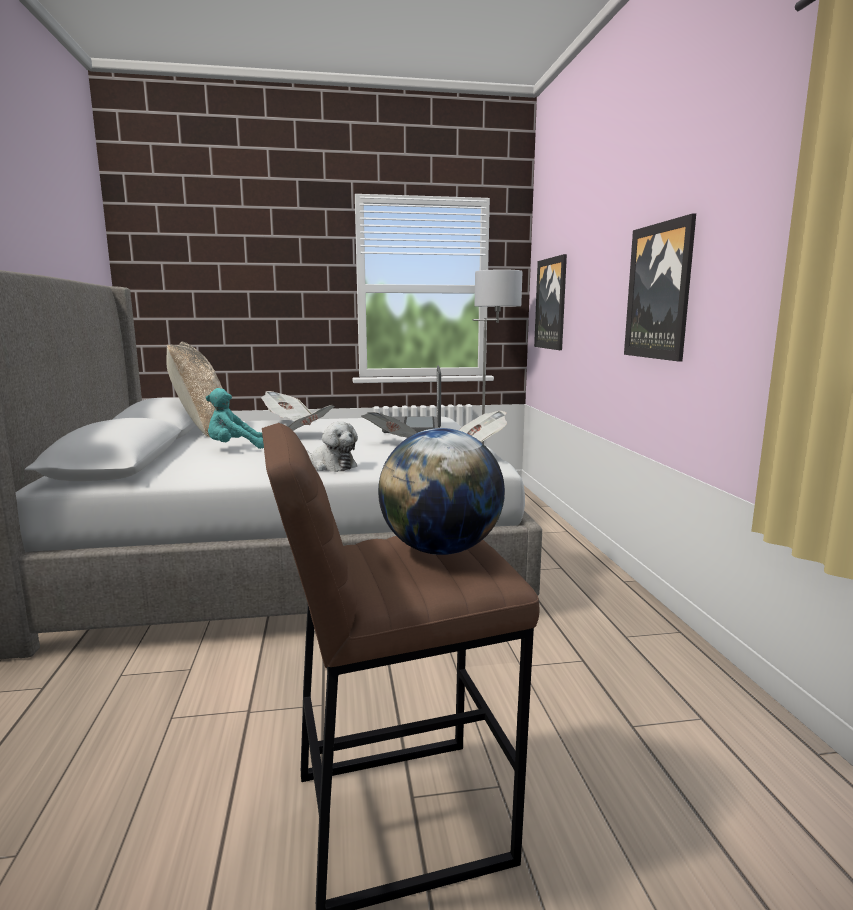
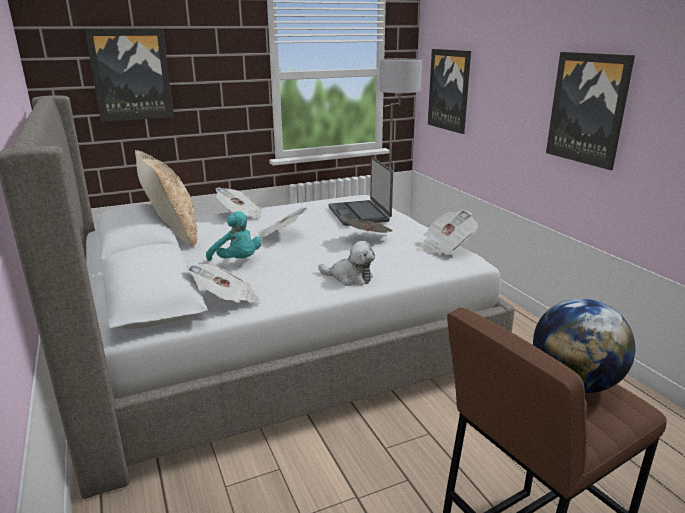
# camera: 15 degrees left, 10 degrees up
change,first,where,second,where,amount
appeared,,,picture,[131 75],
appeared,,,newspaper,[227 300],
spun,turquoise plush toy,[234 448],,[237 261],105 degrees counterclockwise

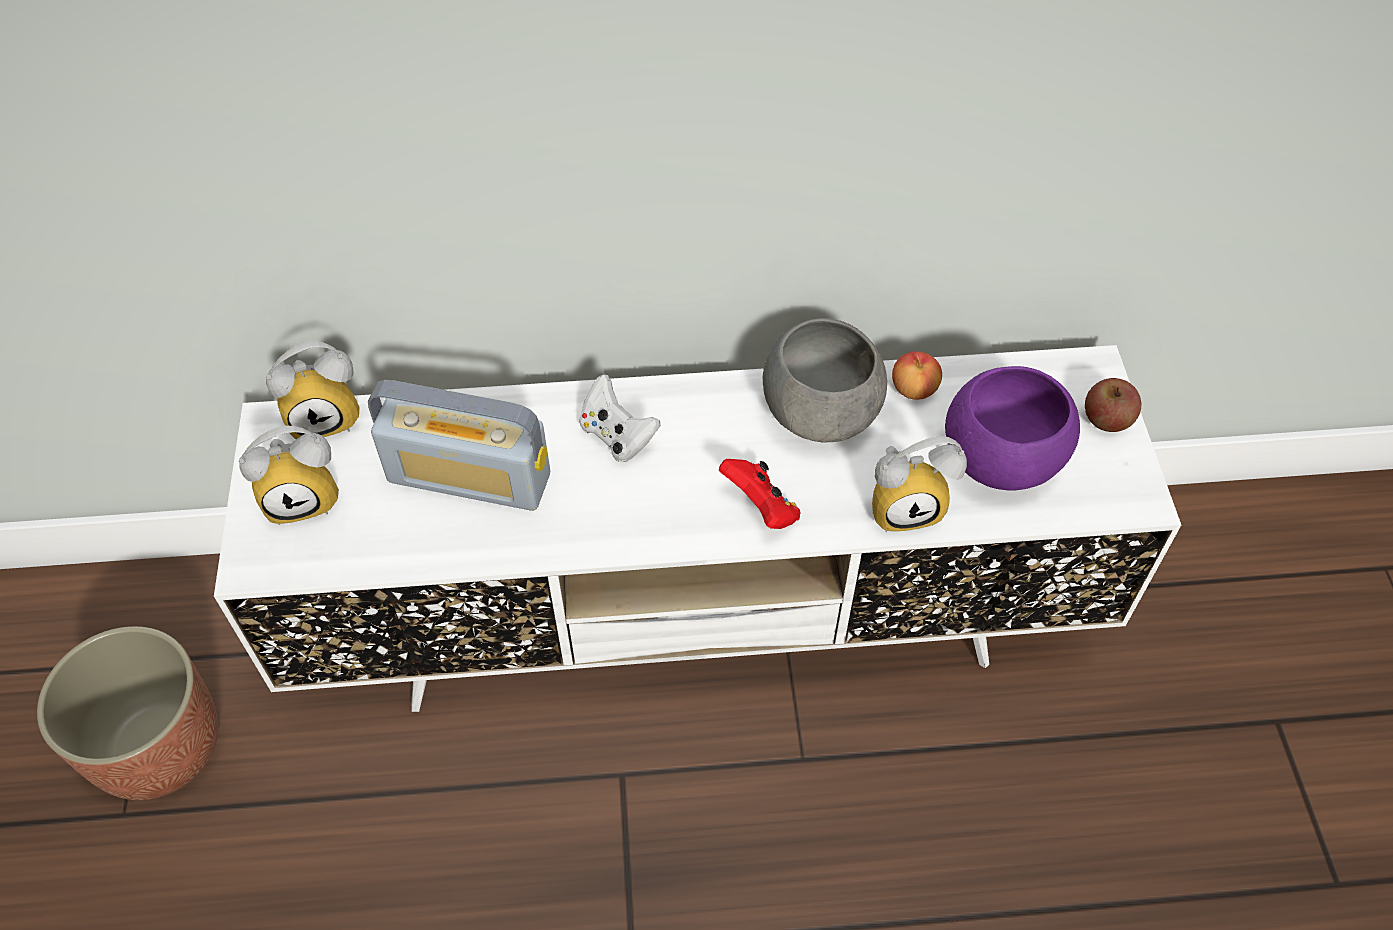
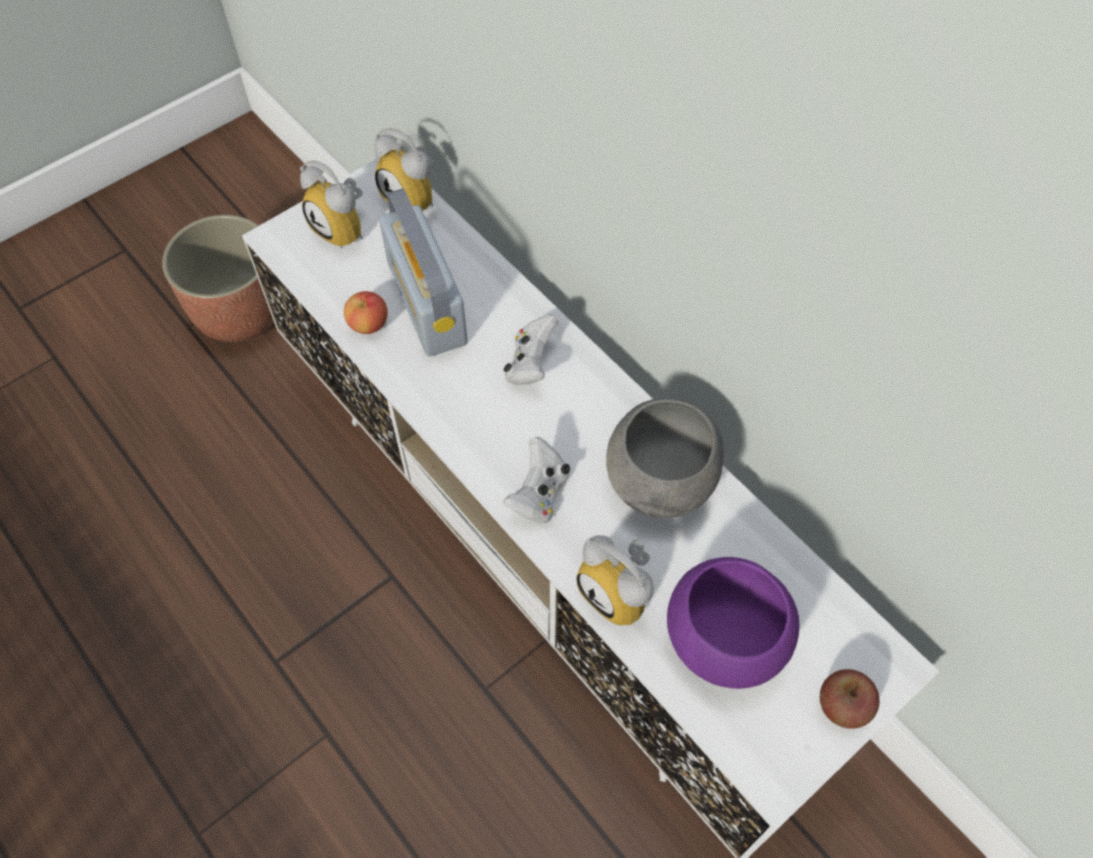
# camera: 55 degrees right, 5 degrees up
change,first,where,second,where,amount
relocated,apple,[913 389],,[368 324],
colour,red game controller,[761 508],white game controller,[539 494],

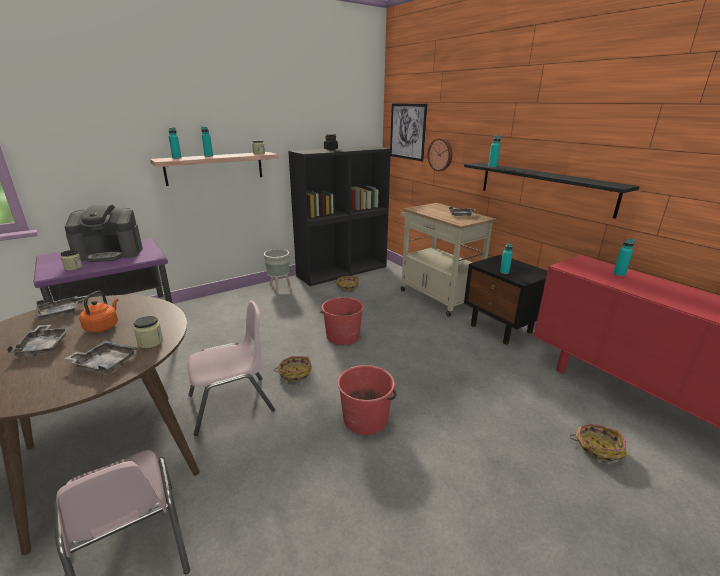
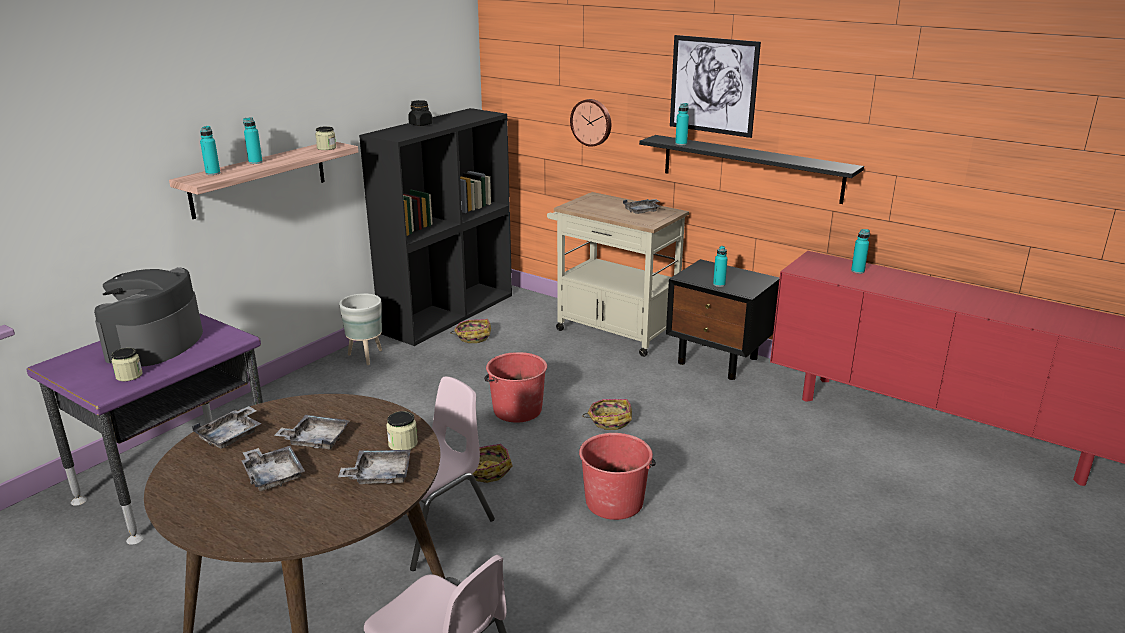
# camera: 20 degrees left, 0 degrees up
change,first,where,second,where,amount
spun,coffee machine,[110 253],,[155 344],135 degrees clockwise
exchanged,orange kettle,[103 326],grey tray,[316 440],
relocated,basket,[597 448],,[609 420],
relocated,picture,[407 131],,[713 85],

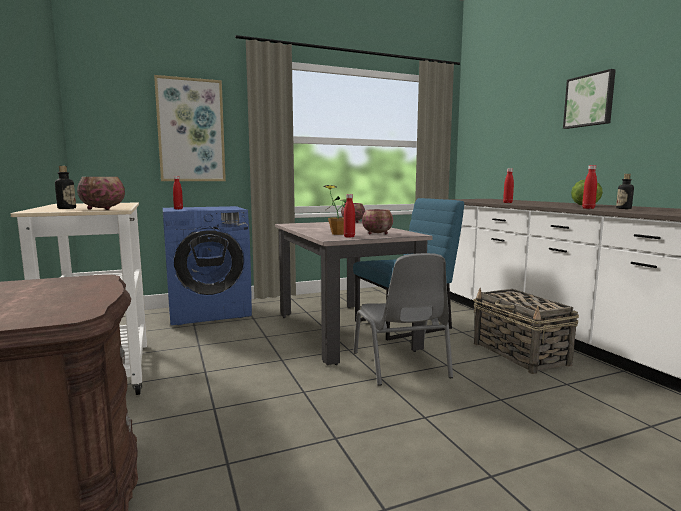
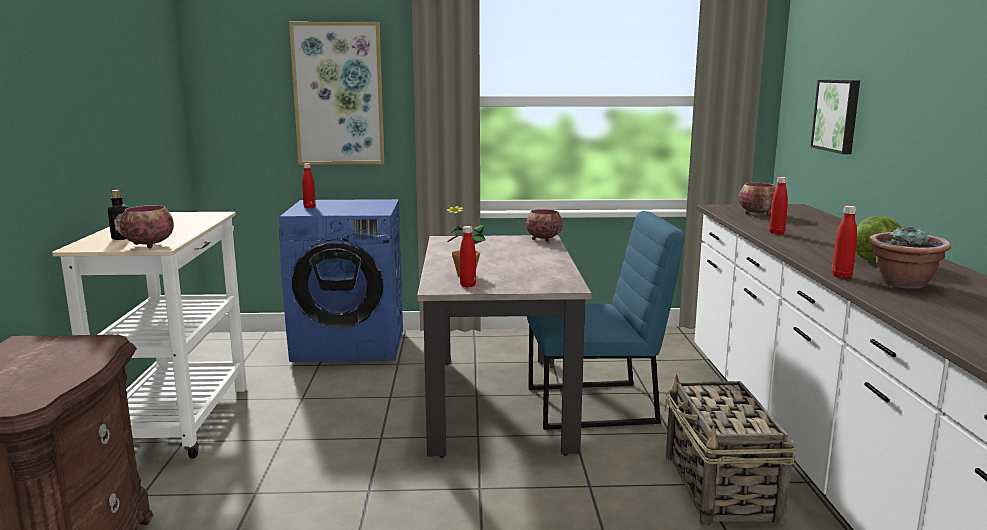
# camera: 20 degrees right, 5 degrees up
change,first,where,second,where,amount
relocated,bowl,[378 234],,[758 214],
relocated,picture,[589 100],,[838 115],
exchanged,bottle,[623 208],potted plant,[903 283],
missing,grey chair,[401 365],,,

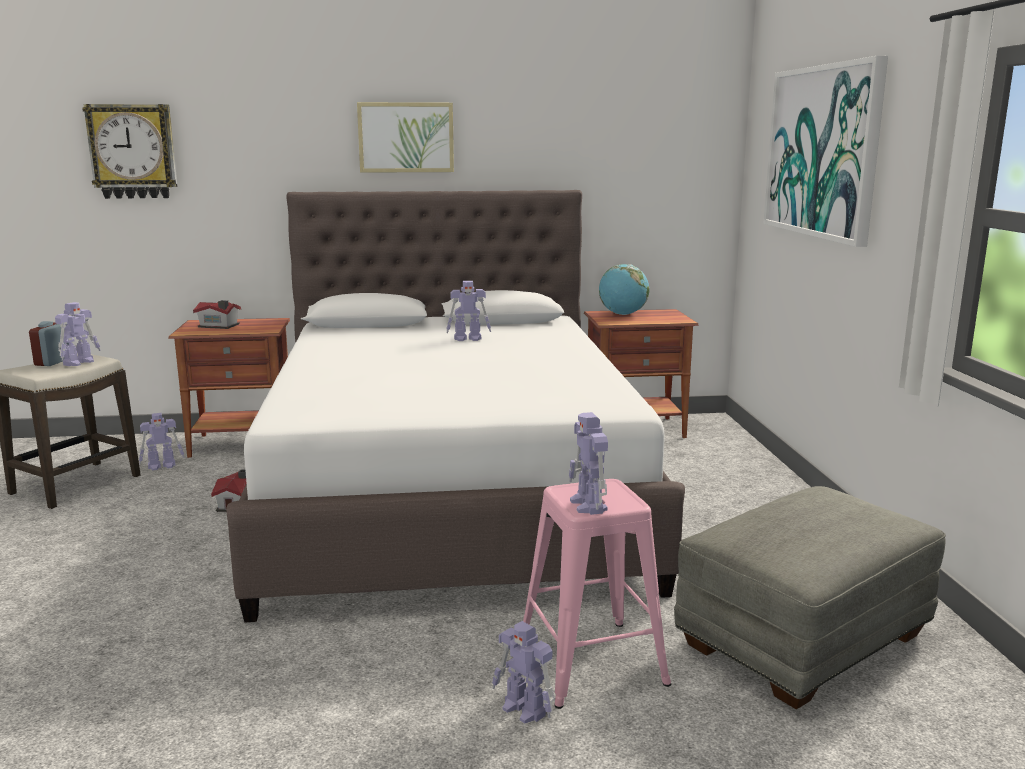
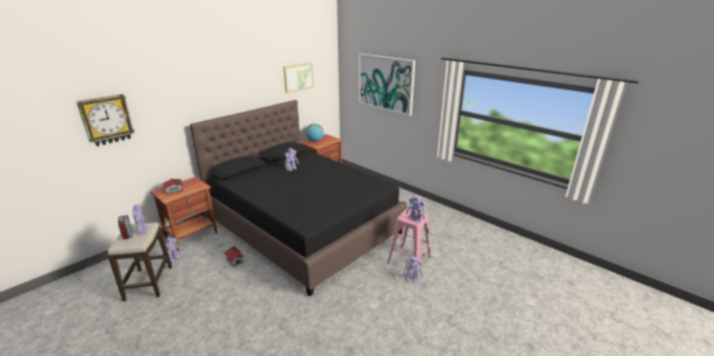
# camera: 40 degrees left, 10 degrees up
change,first,where,second,where,amount
colour,white bed,[451 495],black bed,[304 226],
relocated,picture,[406 137],,[298 77],
missing,grey ottoman,[801 639],,,

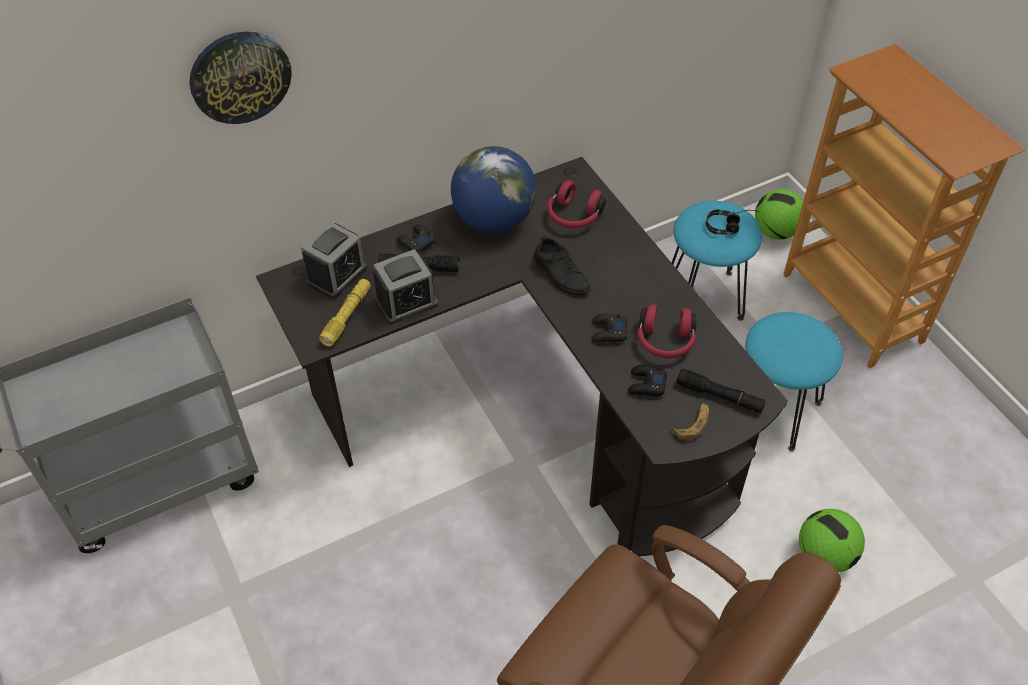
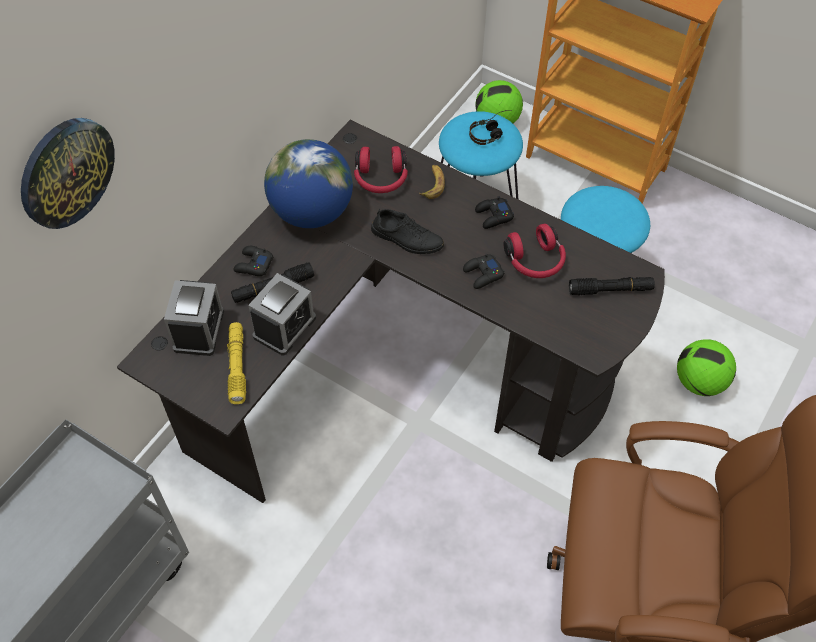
# camera: 30 degrees left, 5 degrees up
change,first,where,second,where,amount
relocated,banana,[692 423],,[433 184],
relocated,black game controller,[646 385],,[493 216],

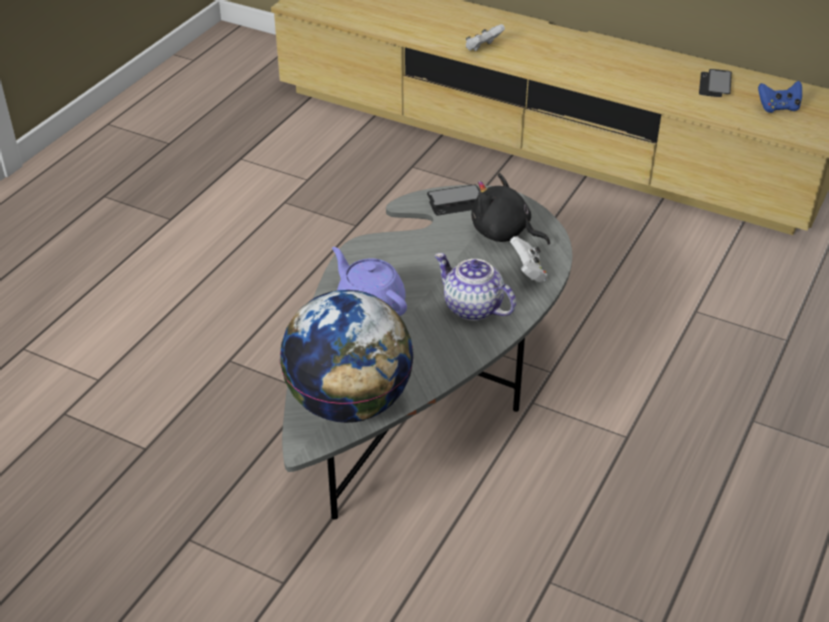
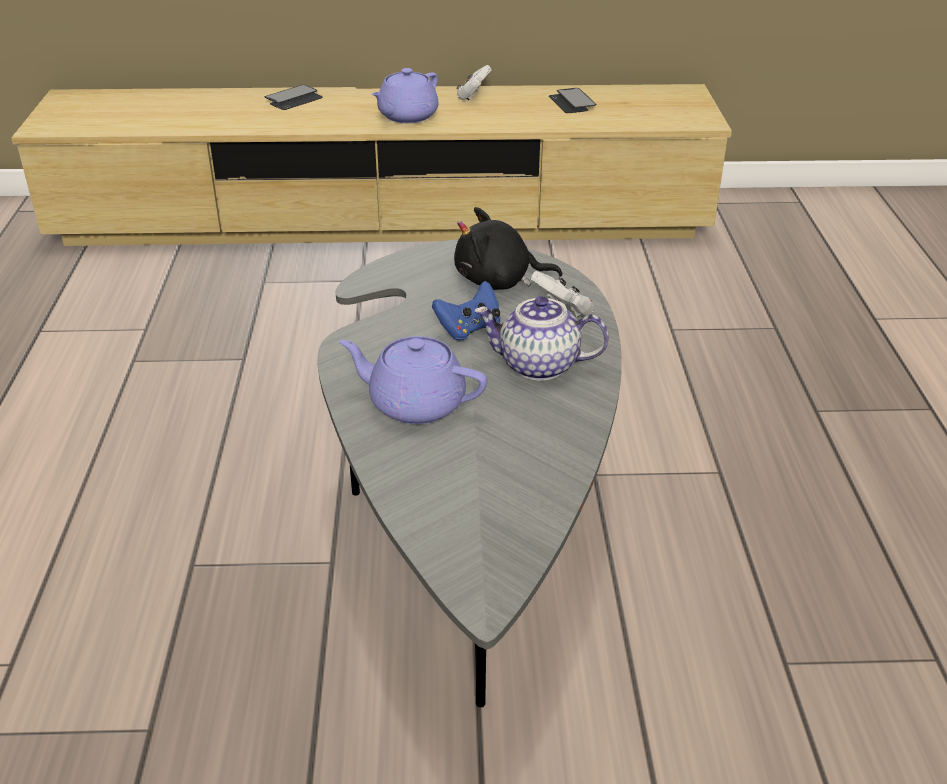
# camera: 30 degrees left, 5 degrees down
change,first,where,second,where,amount
relocated,phone,[456 202],,[294 99],
appeared,,,purple teapot,[406 116],
relocated,blue game controller,[778 108],,[469 329],
relocated,white game controller,[483 48],,[473 96],
missing,globe,[349 403],,,

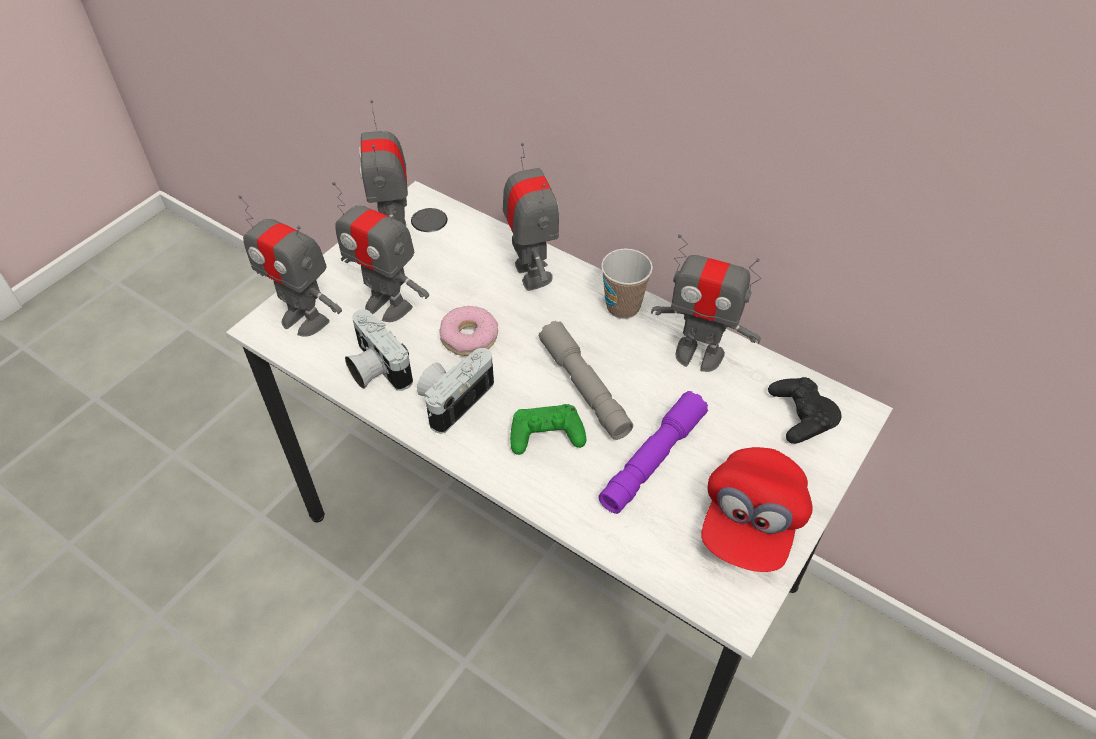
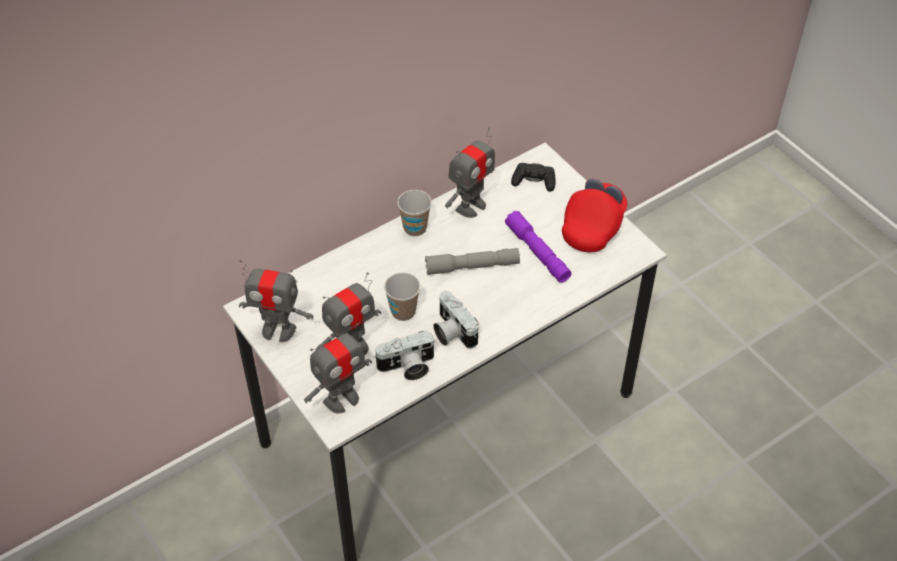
# camera: 70 degrees left, 0 degrees up
change,first,where,second,where,amount
exchanged,donut,[469 337],cup,[403 311],
spun,red cap,[750 522],,[593 226],105 degrees counterclockwise
missing,toy robot,[532 273],,,
missing,green game controller,[546 434],,,

